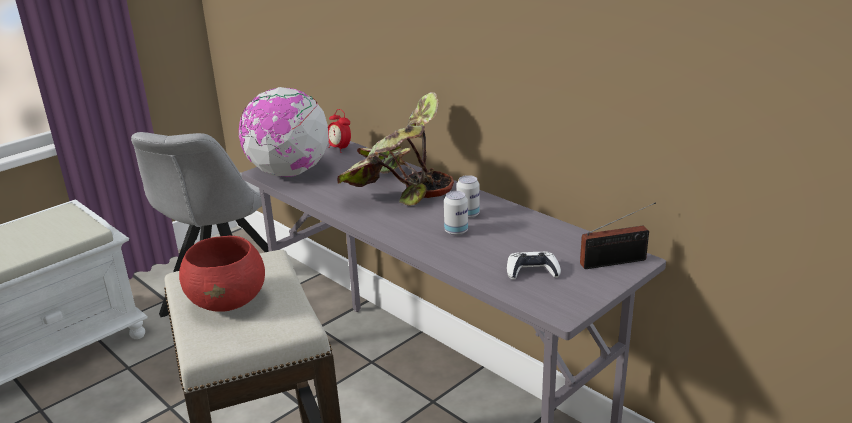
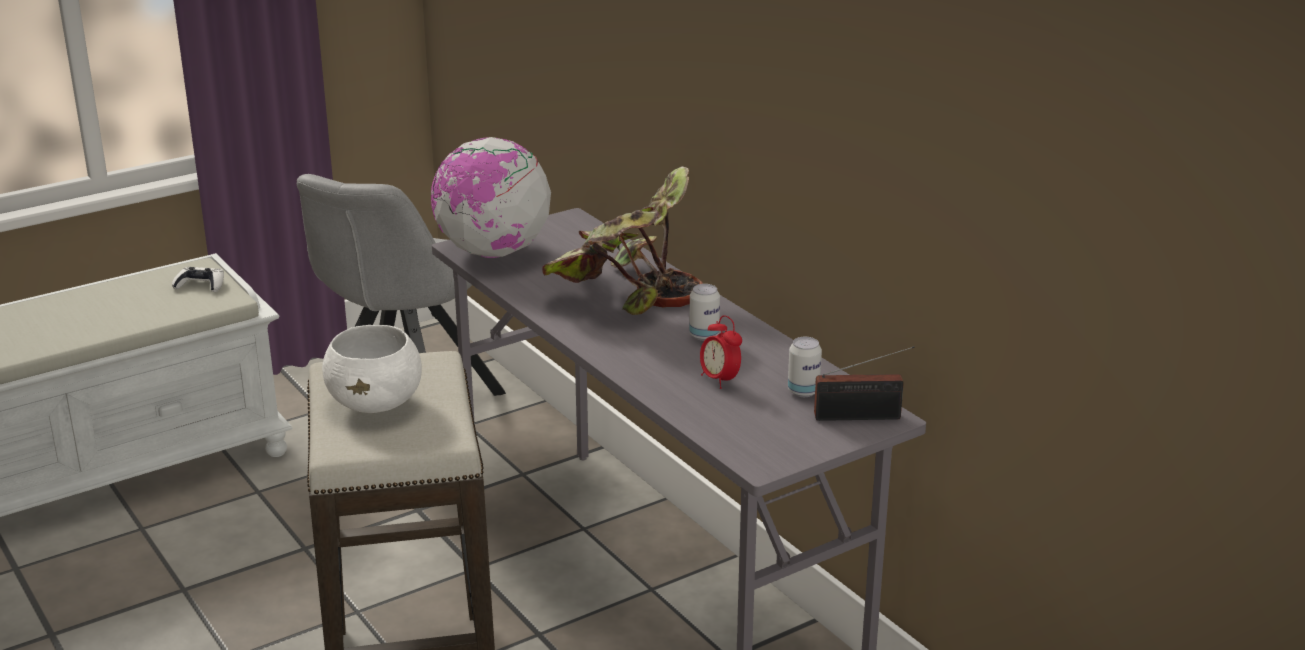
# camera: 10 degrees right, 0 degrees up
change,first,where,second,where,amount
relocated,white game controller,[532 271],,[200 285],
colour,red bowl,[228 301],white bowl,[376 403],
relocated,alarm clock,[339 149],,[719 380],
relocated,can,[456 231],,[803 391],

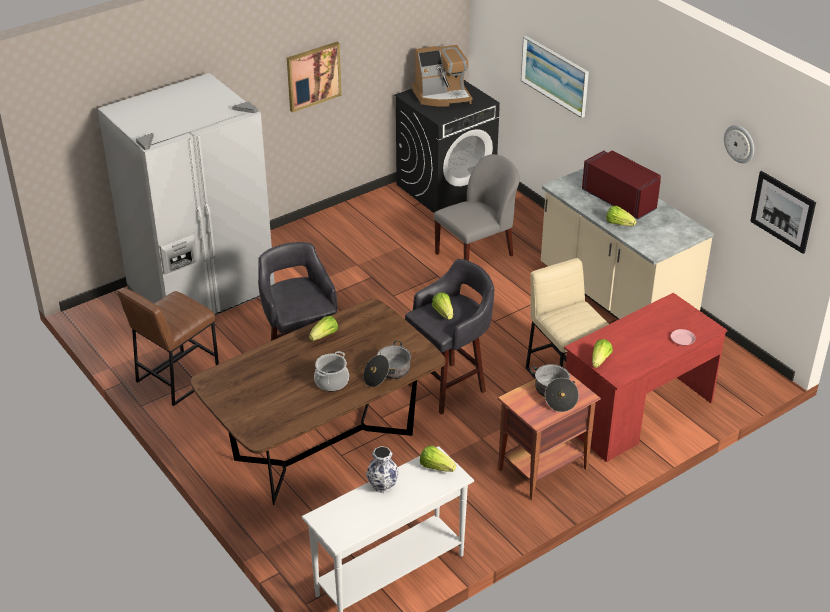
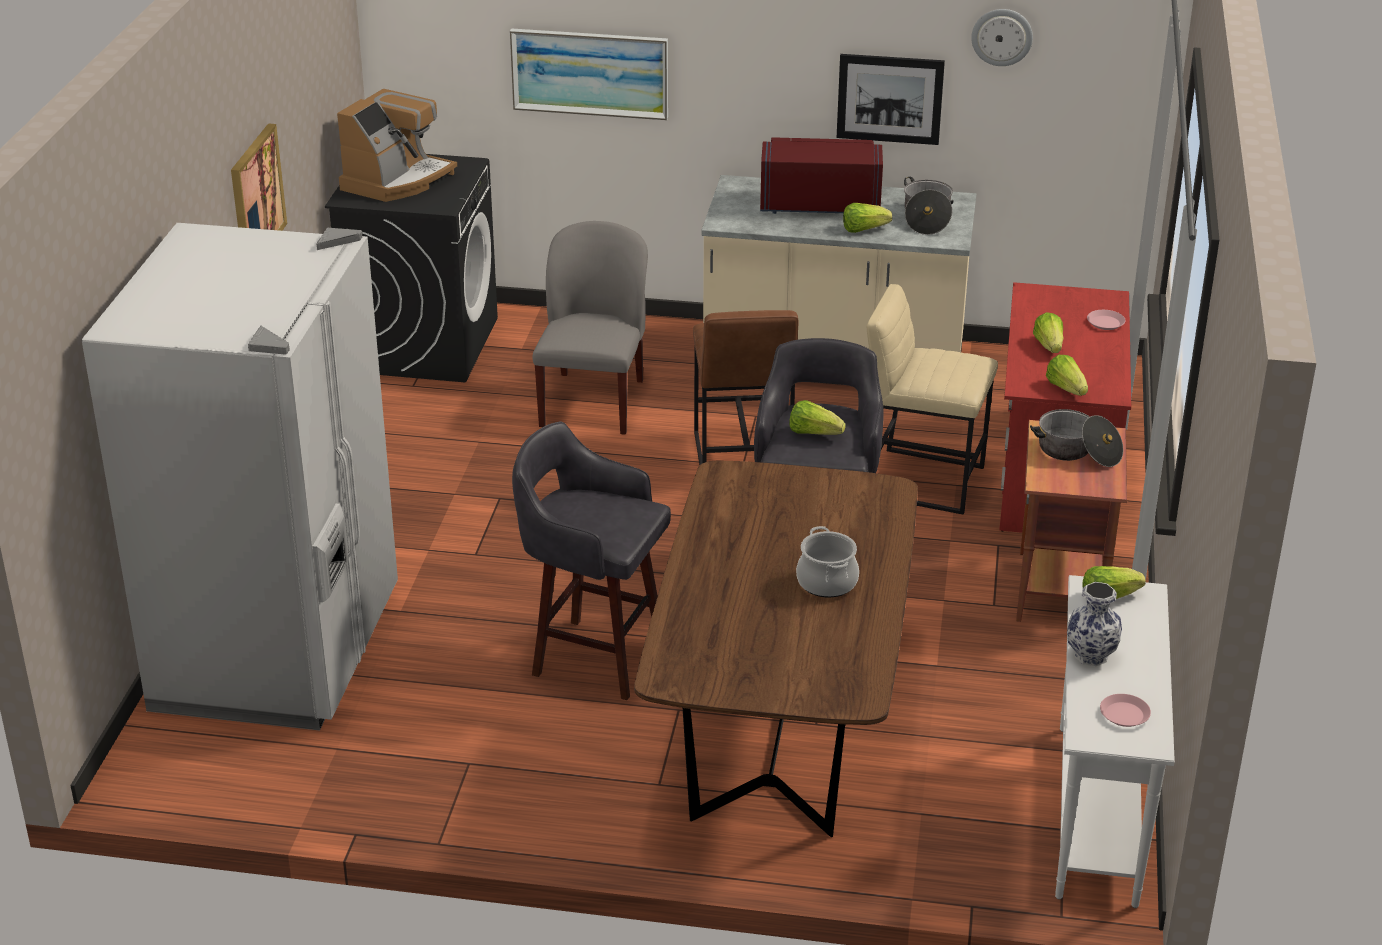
# camera: 45 degrees left, 5 degrees down
change,first,where,second,where,amount
relocated,brown chair,[177 378],,[742 457],
relocated,picture,[783 211],,[890 99],
relocated,cooking pot,[387 373],,[926 218],
relocated,lettuce,[324 336],,[1049 346],
appeared,,,pink plate,[1124 714],

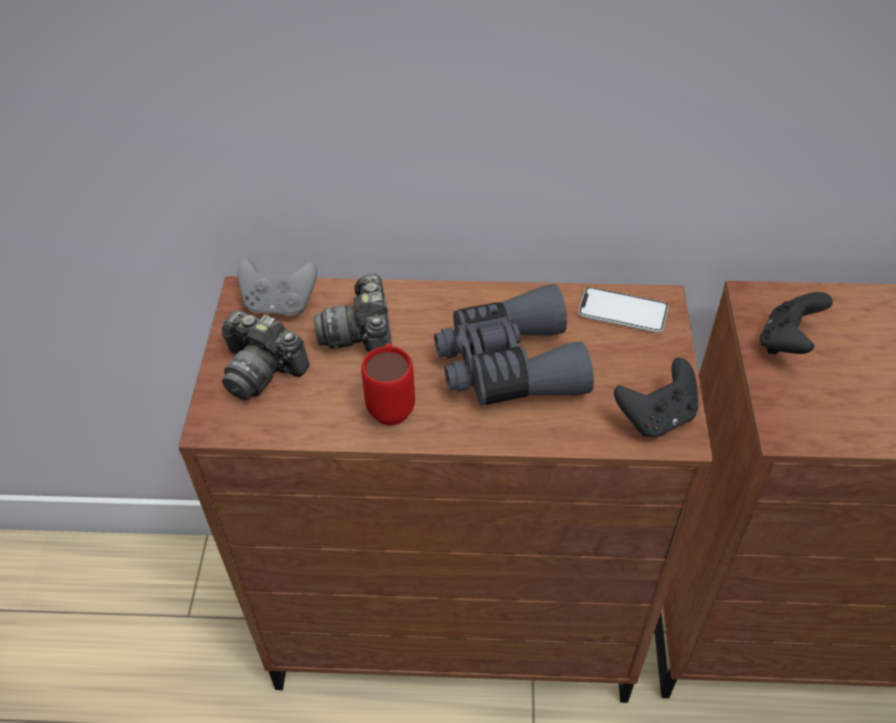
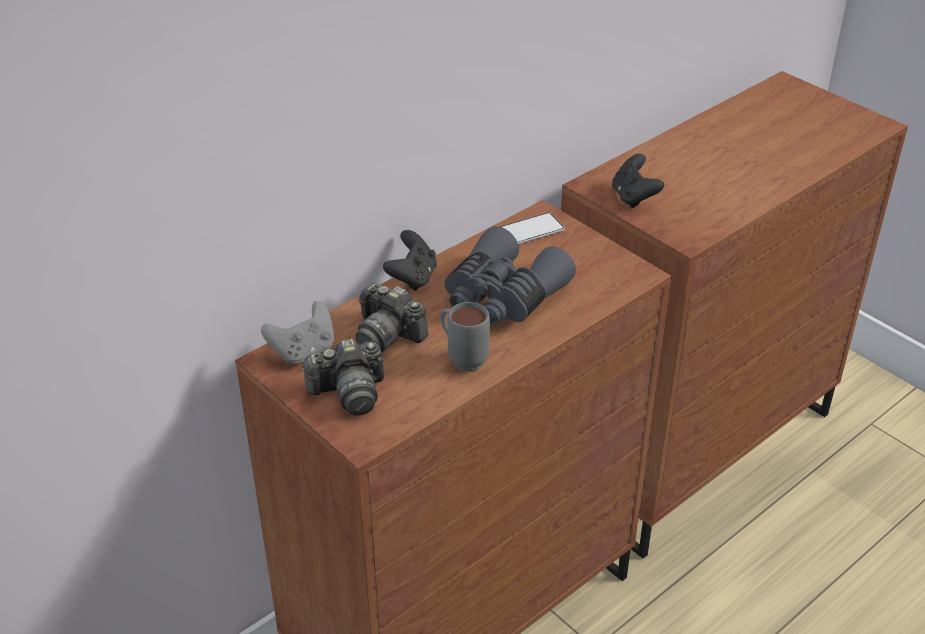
# camera: 45 degrees left, 10 degrees down
change,first,where,second,where,amount
relocated,black game controller,[656 417],,[412 278],
colour,red mug,[391 404],grey mug,[462 358],

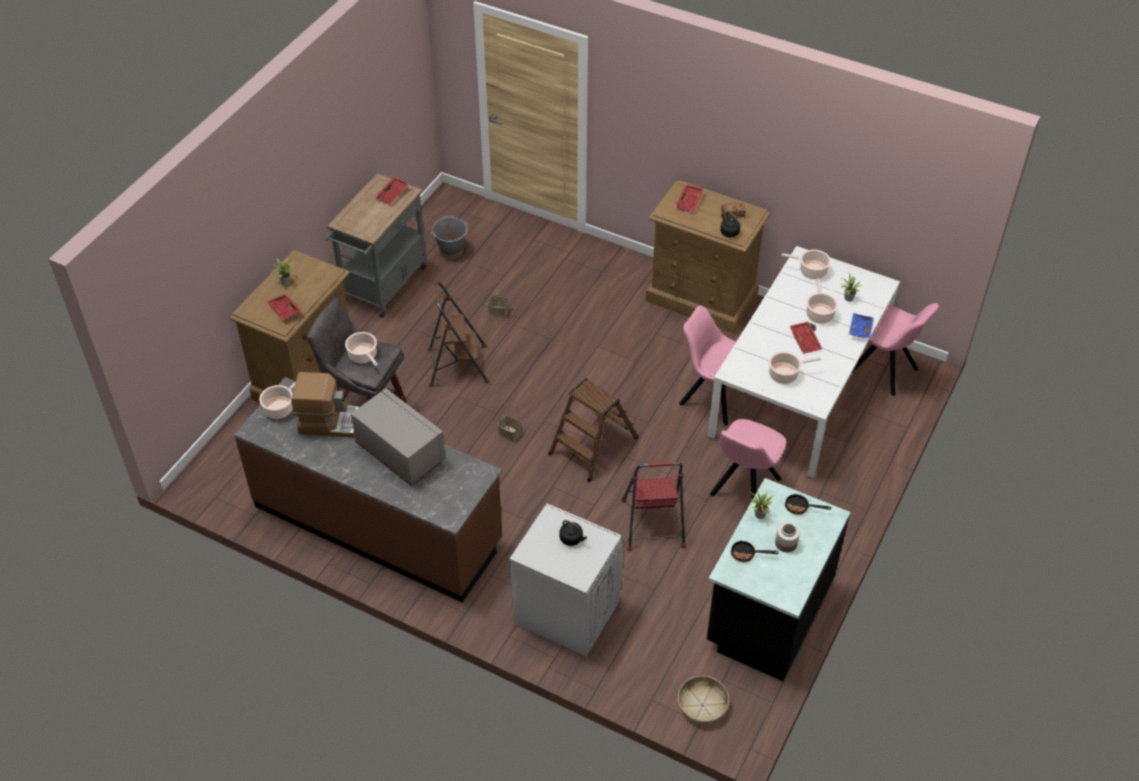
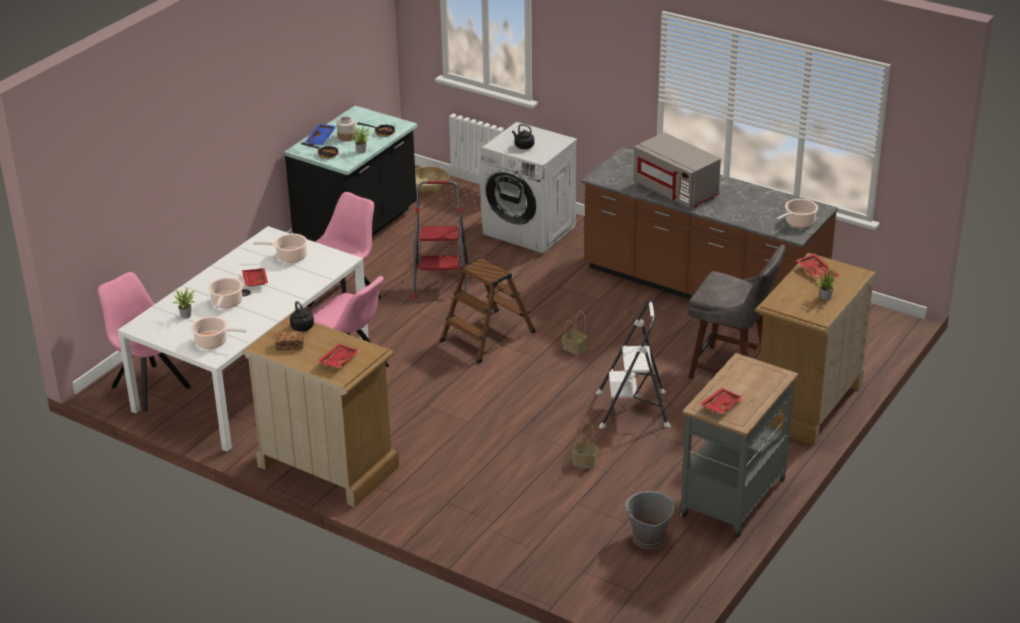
# camera: 175 degrees left, 15 degrees down
change,first,where,second,where,amount
relocated,blue tray,[859 329],,[321 139],
colour,brown step ladder,[455 365],white step ladder,[635 409],
missing,coffee machine,[330 422],,,
missing,cooking pot,[363 356],,,

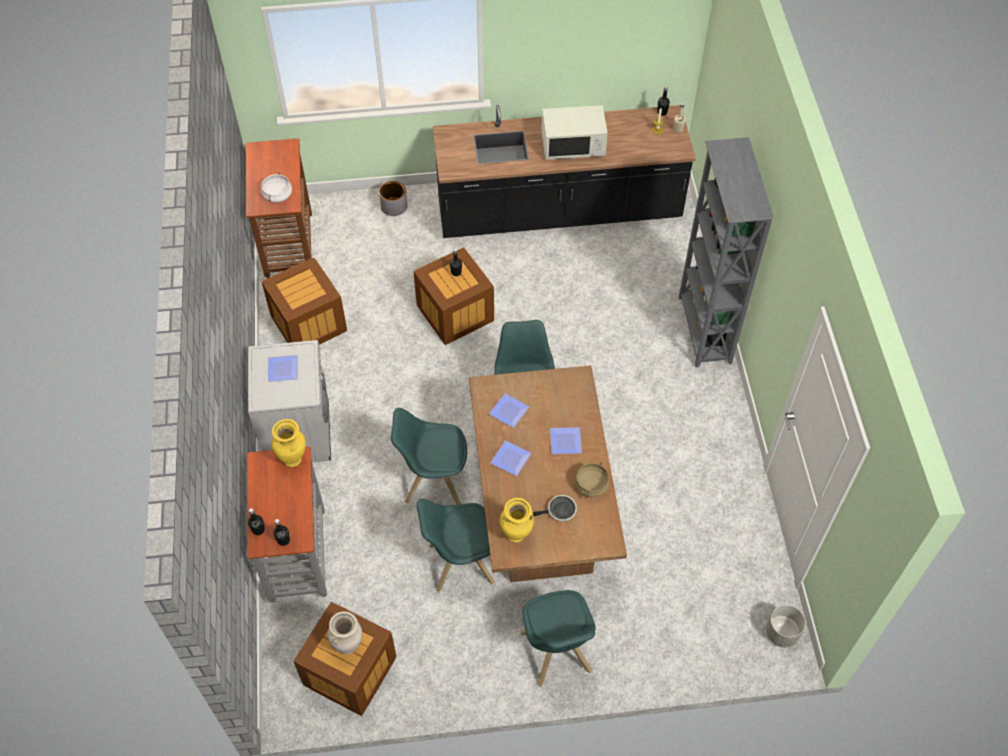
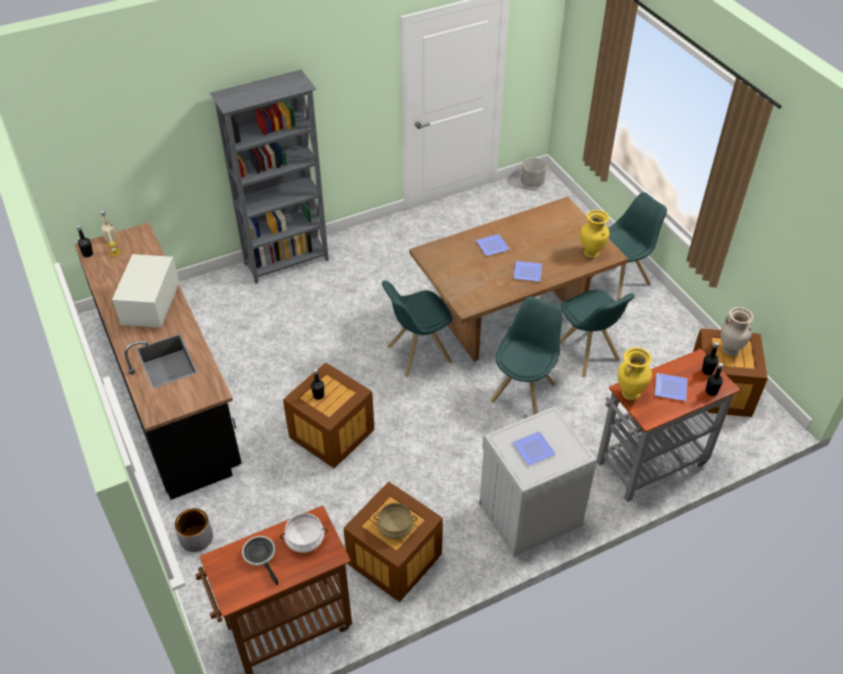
# camera: 110 degrees left, 10 degrees down
change,first,where,second,where,amount
spun,white microwave,[573 146],,[151 305],150 degrees counterclockwise
relocated,frying pan,[559 511],,[261 556],
relocated,beige cooking pot,[591 485],,[395 527],
spun,turquoise chair,[434 481],,[524 392],135 degrees counterclockwise
relocated,plate,[508 410],,[669 389],

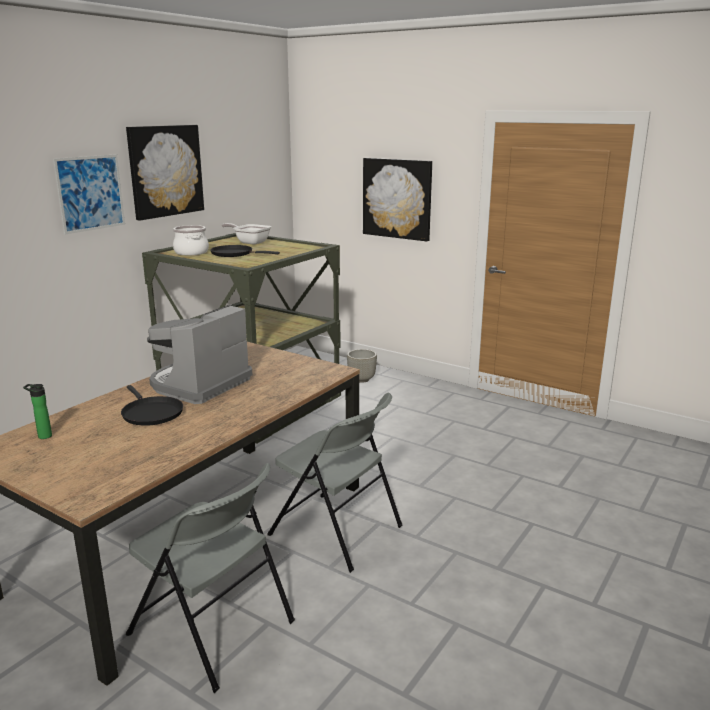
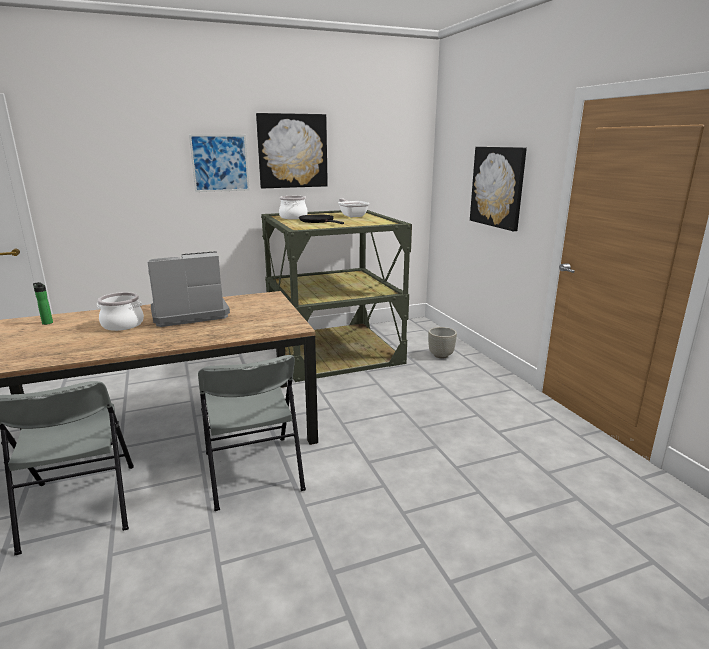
# camera: 35 degrees right, 0 degrees up
change,first,where,second,where,amount
exchanged,black frying pan,[151 413],cooking pot,[122 325],

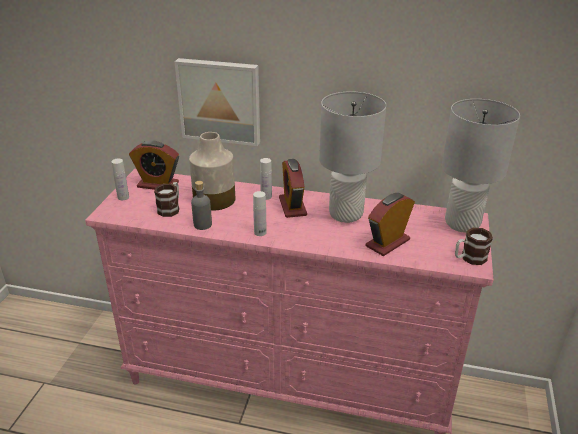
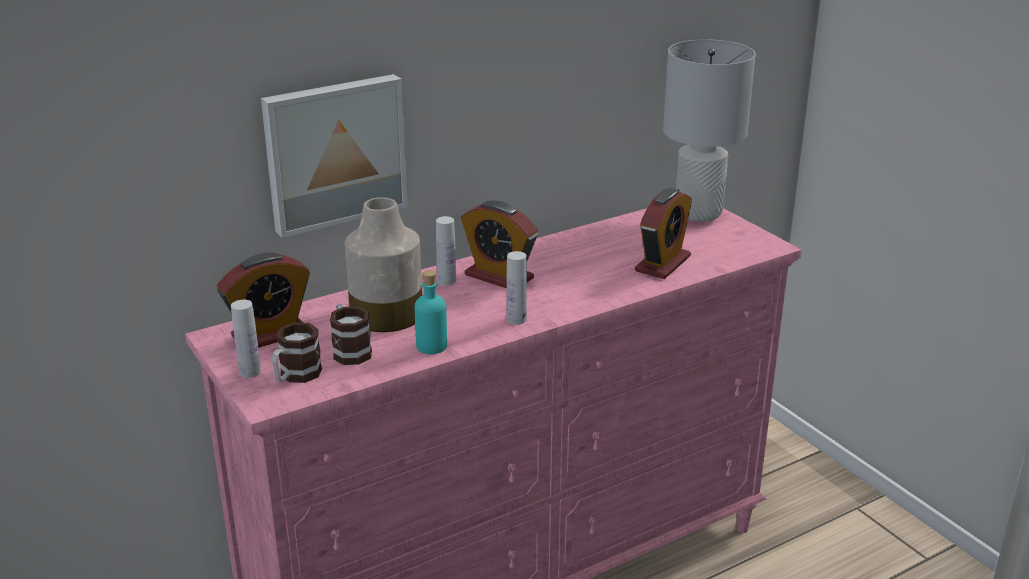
# camera: 45 degrees left, 5 degrees down
change,first,where,second,where,amount
relocated,mug,[469 258],,[295 376],
colour,grey bottle,[202 224],turquoise bottle,[431 346],
spun,alarm clock,[387 243],,[663 264],150 degrees counterclockwise
missing,grey table lamp,[346 216],,,

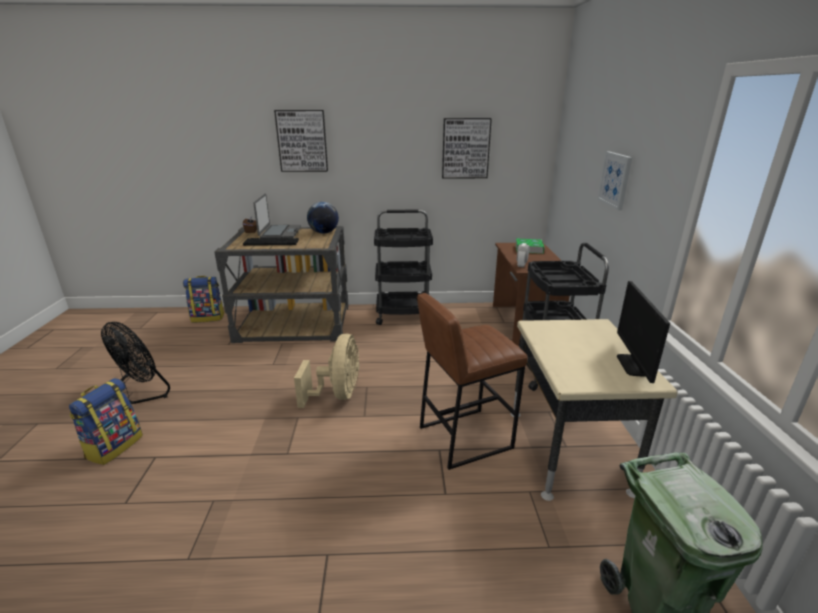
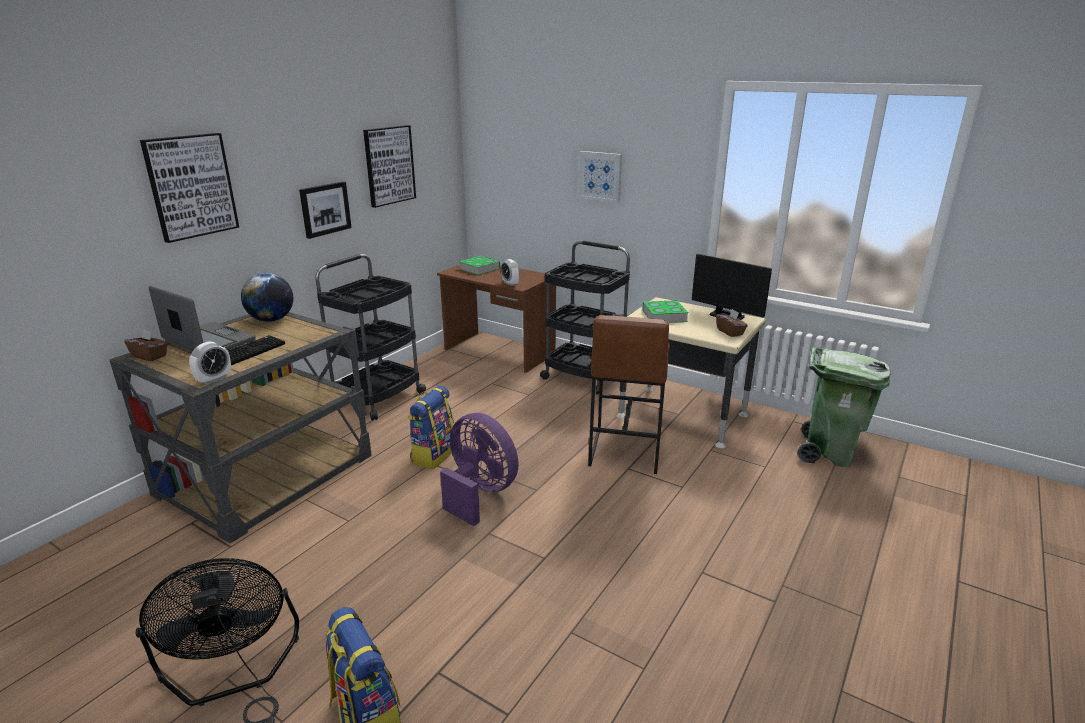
# camera: 55 degrees left, 0 degrees up
change,first,where,second,where,amount
appeared,,,alarm clock,[214 379],
appeared,,,picture,[325 209],
relocated,backpack,[208 317],,[433 455],
colour,beige fan,[337 394],purple fan,[479 493],
appeared,,,book,[664 316],
appeared,,,brown tissue box,[730 332],

